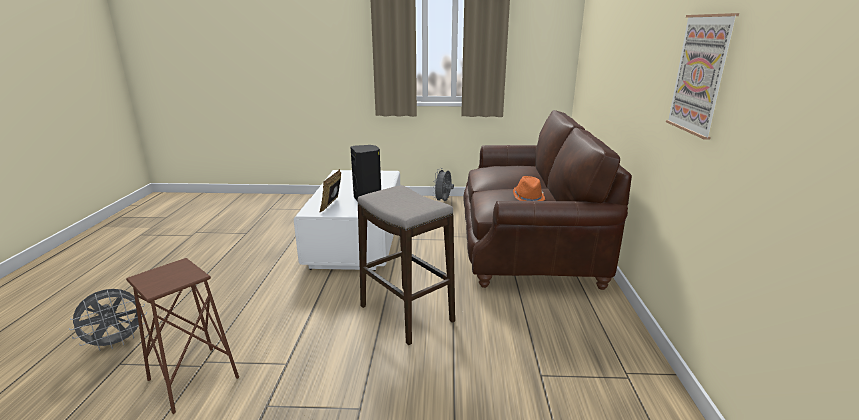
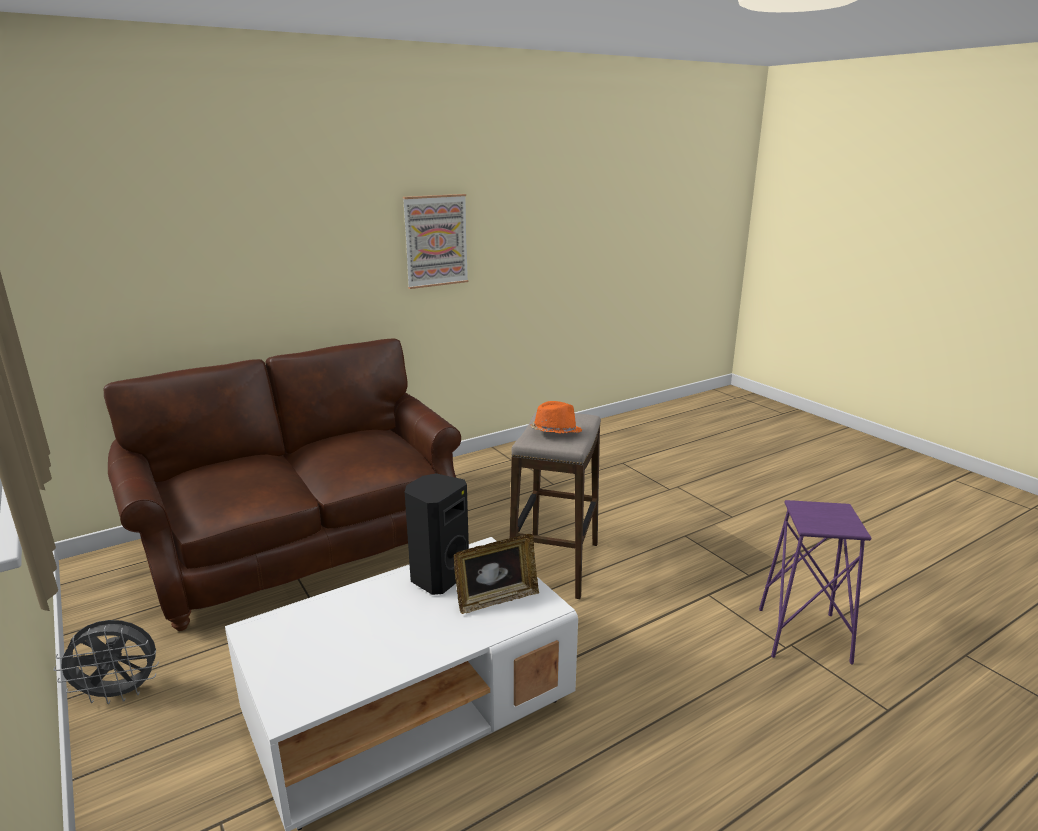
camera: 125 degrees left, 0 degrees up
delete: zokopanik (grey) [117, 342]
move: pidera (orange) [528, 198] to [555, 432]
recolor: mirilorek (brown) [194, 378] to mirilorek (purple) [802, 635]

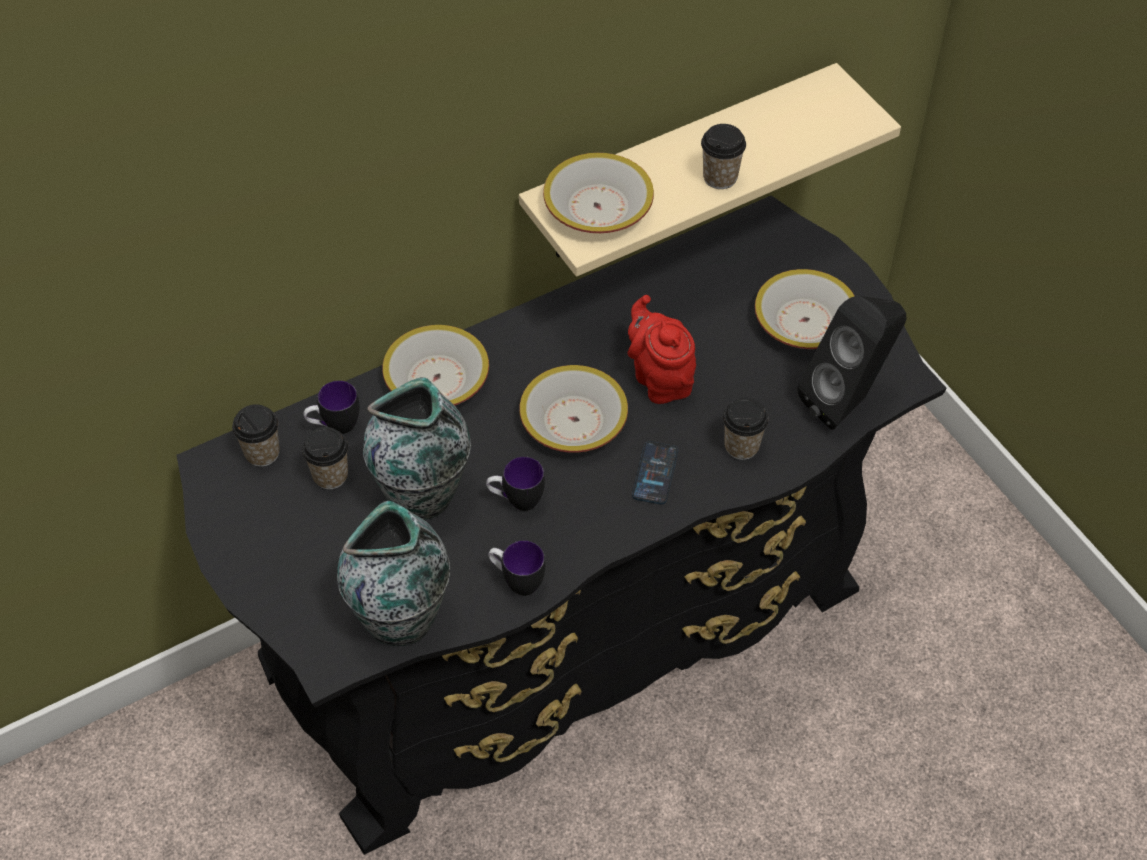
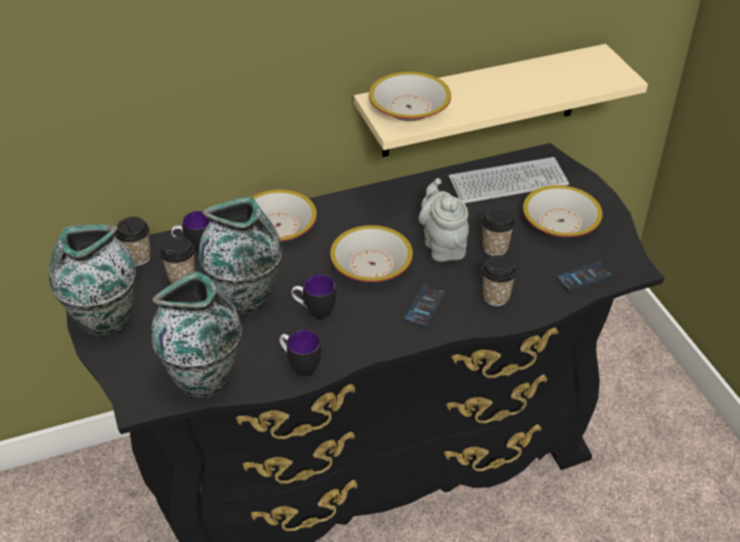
camera: 10 degrees right, 10 degrees down
insert: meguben [104, 320]; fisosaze [508, 182]
move: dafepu [720, 177] to [495, 248]
replace: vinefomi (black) [847, 401] to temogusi [584, 277]
recolor: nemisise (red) [660, 378] to nemisise (grey) [443, 245]

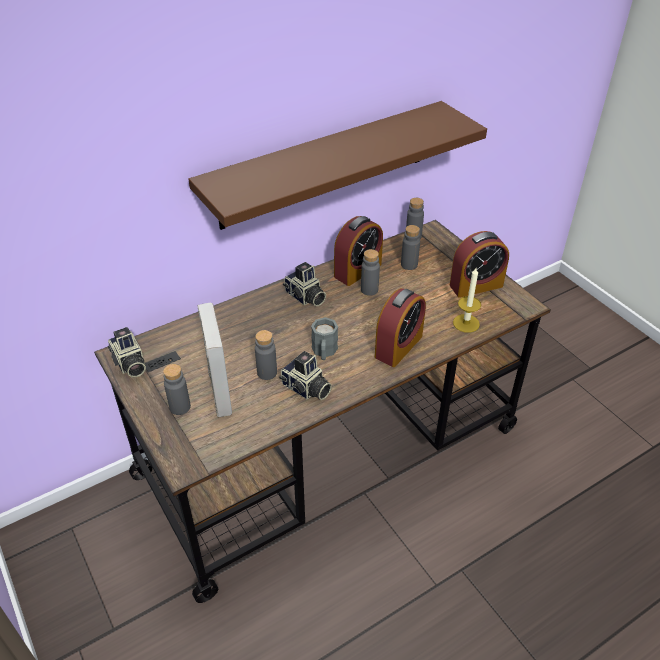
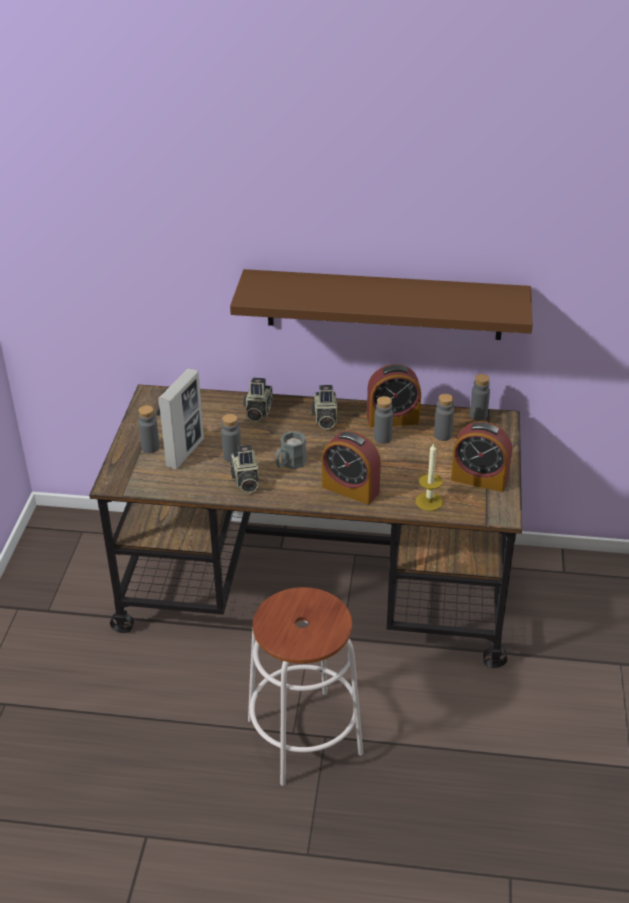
camera: 40 degrees right, 5 degrees down
insert: mirilorek (white) [304, 736]
move: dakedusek [129, 364] to [257, 411]
rotate: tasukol [398, 346] = [350, 489] 45 degrees clockwise

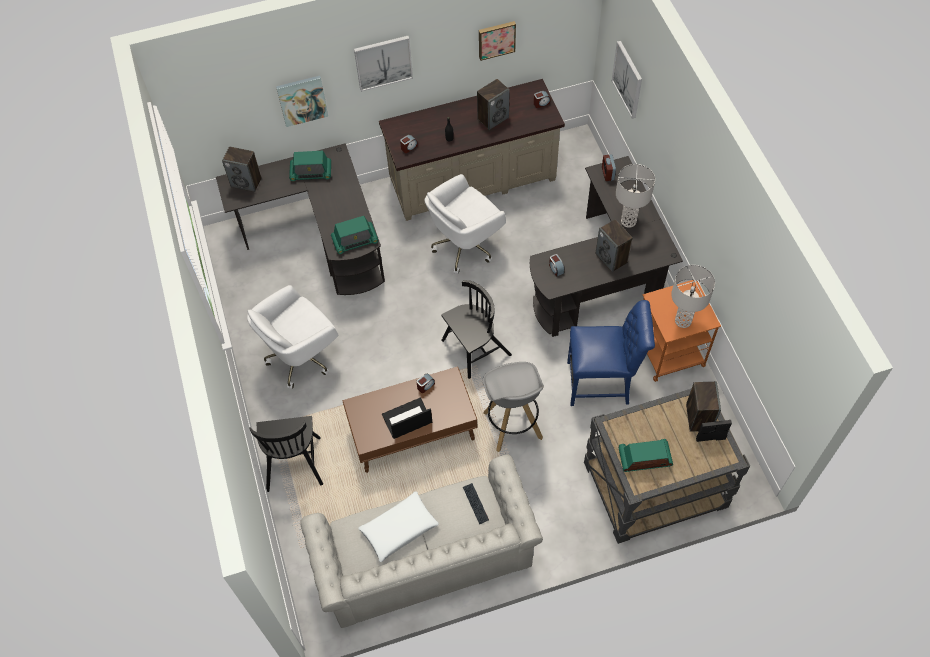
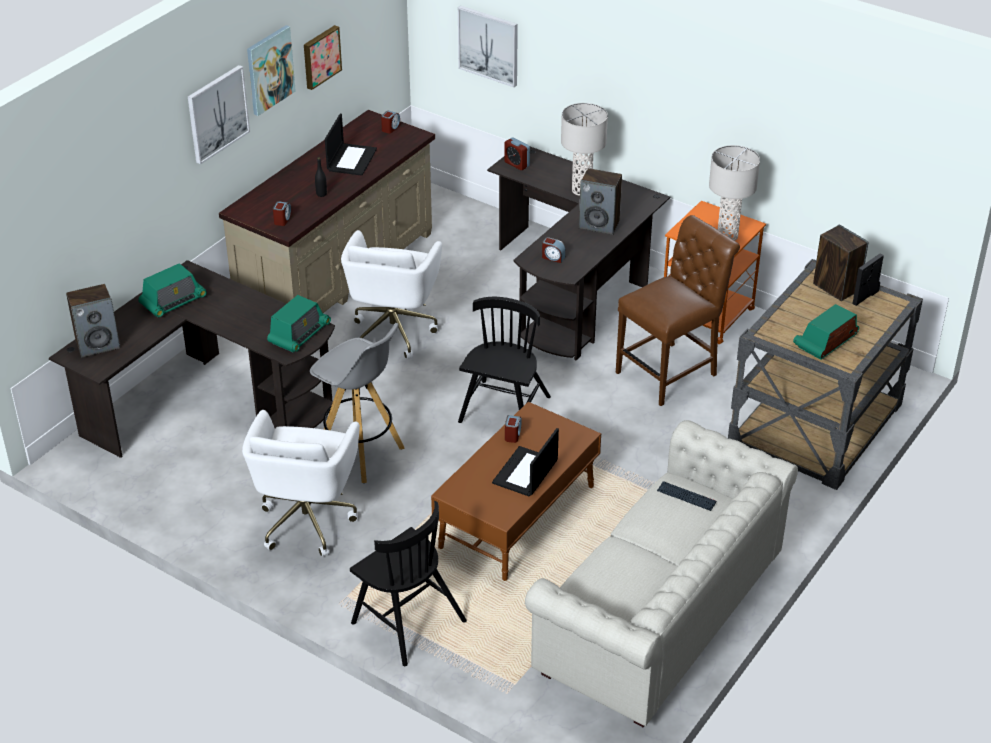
camera: 40 degrees left, 20 degrees down
delete: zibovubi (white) [399, 529]
move: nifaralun [302, 100] to [269, 69]; mirilorek (grey) [512, 426] to [361, 454]
replace: vinefomi [493, 118] to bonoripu [351, 159]
recolor: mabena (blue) [602, 383] to mabena (brown) [671, 372]

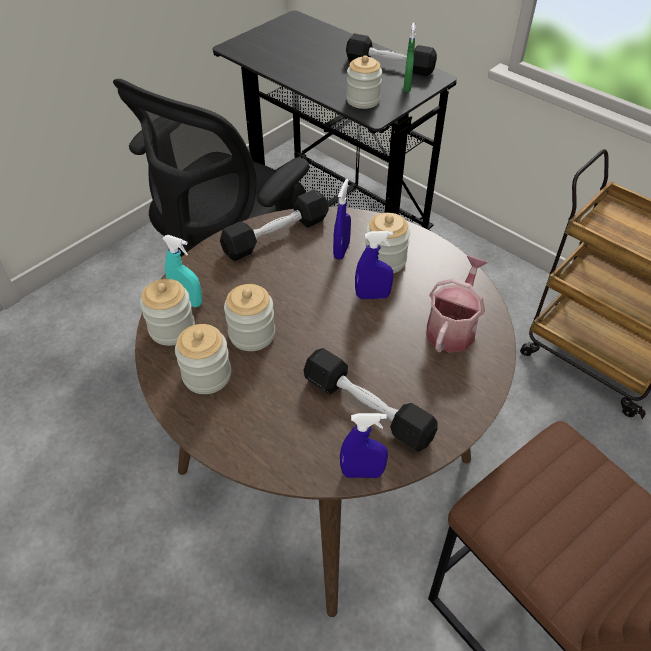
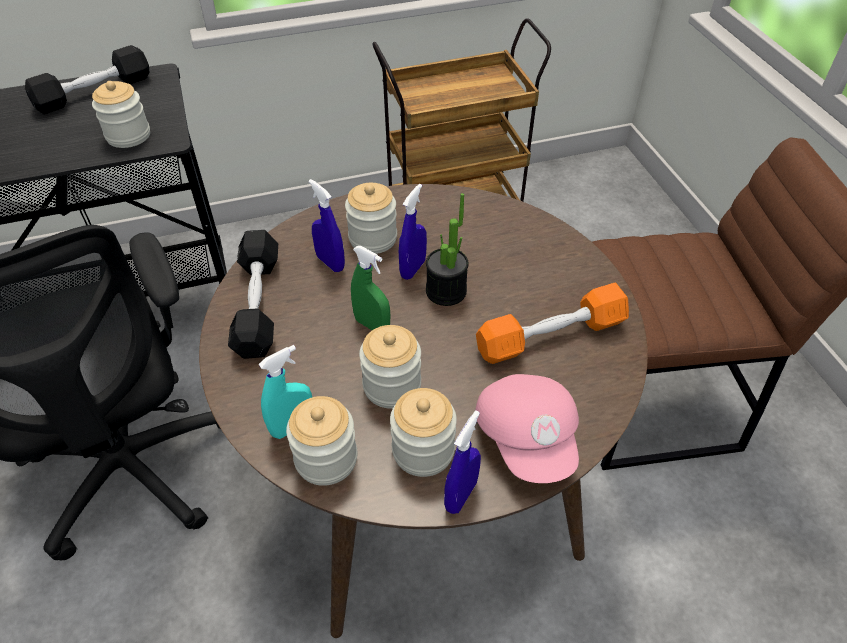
camera: 60 degrees left, 0 degrees up
delete: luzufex [453, 327]
insert: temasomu [446, 291]; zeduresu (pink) [528, 437]
move: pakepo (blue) [362, 473] to [461, 495]; pakepo (green) [407, 87] to [372, 325]
recolor: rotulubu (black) [367, 409] to rotulubu (orange) [551, 336]

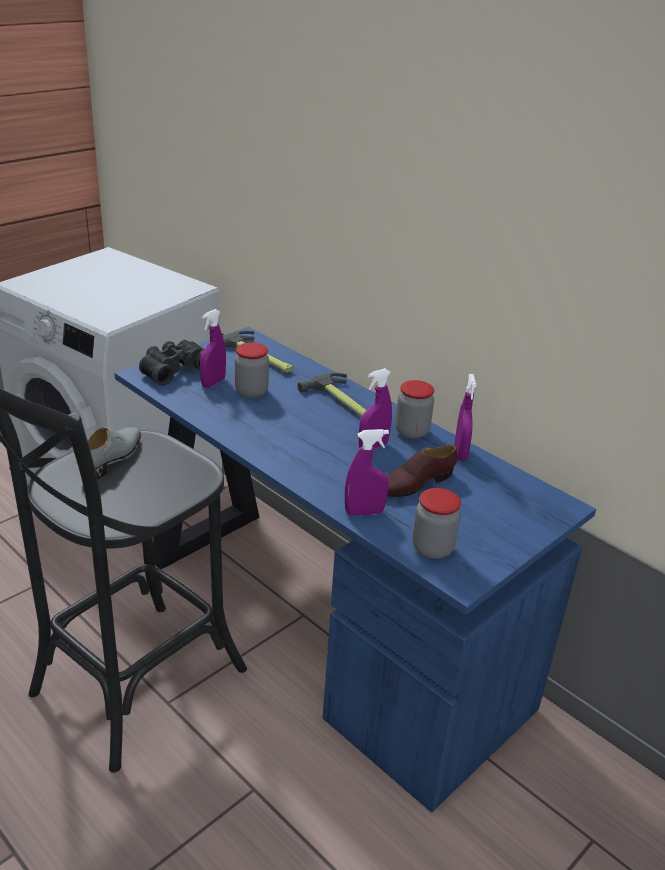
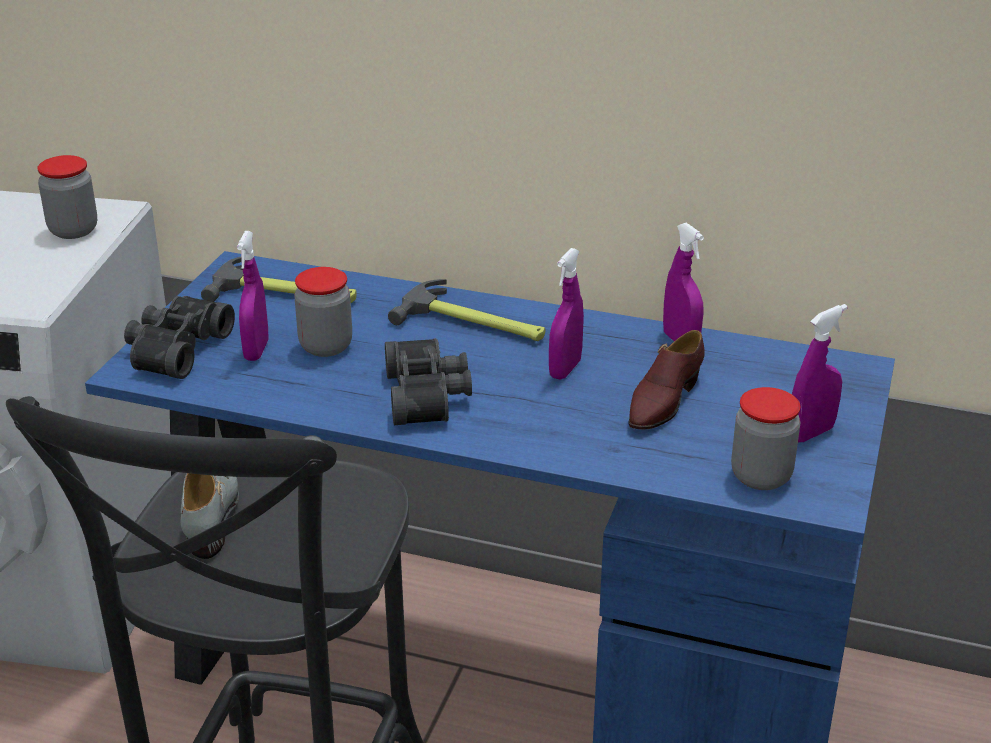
camera: 25 degrees left, 0 degrees up
insert: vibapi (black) [429, 395]
move: pakepo (purple) [364, 512] to [810, 433]; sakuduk [412, 432] to [73, 230]

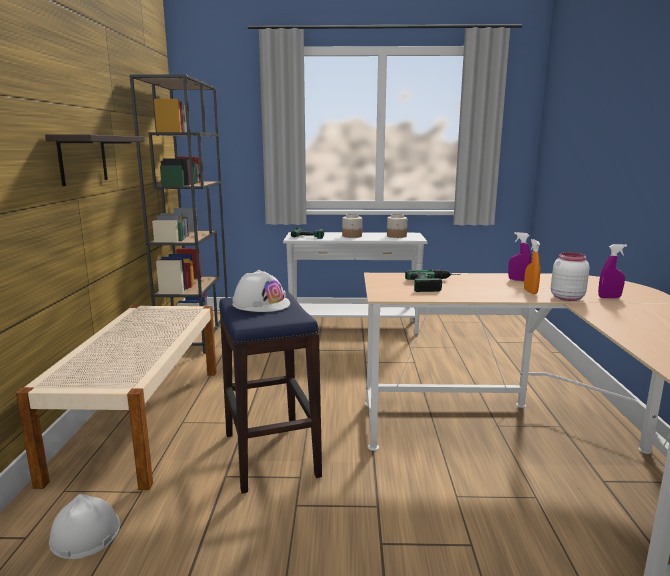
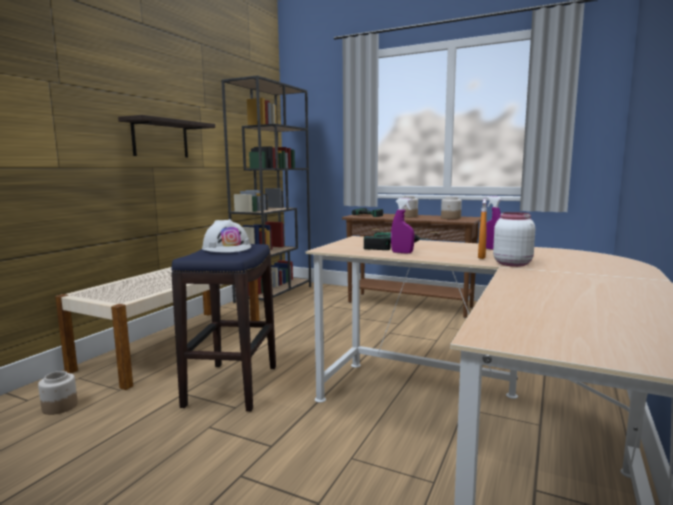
camera: 25 degrees right, 5 degrees down
move: pakepo (purple) [609, 297] to [402, 252]
replace: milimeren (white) [85, 533] to sakuduk [59, 407]
recolor: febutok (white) [354, 327] to febutok (brown) [410, 305]

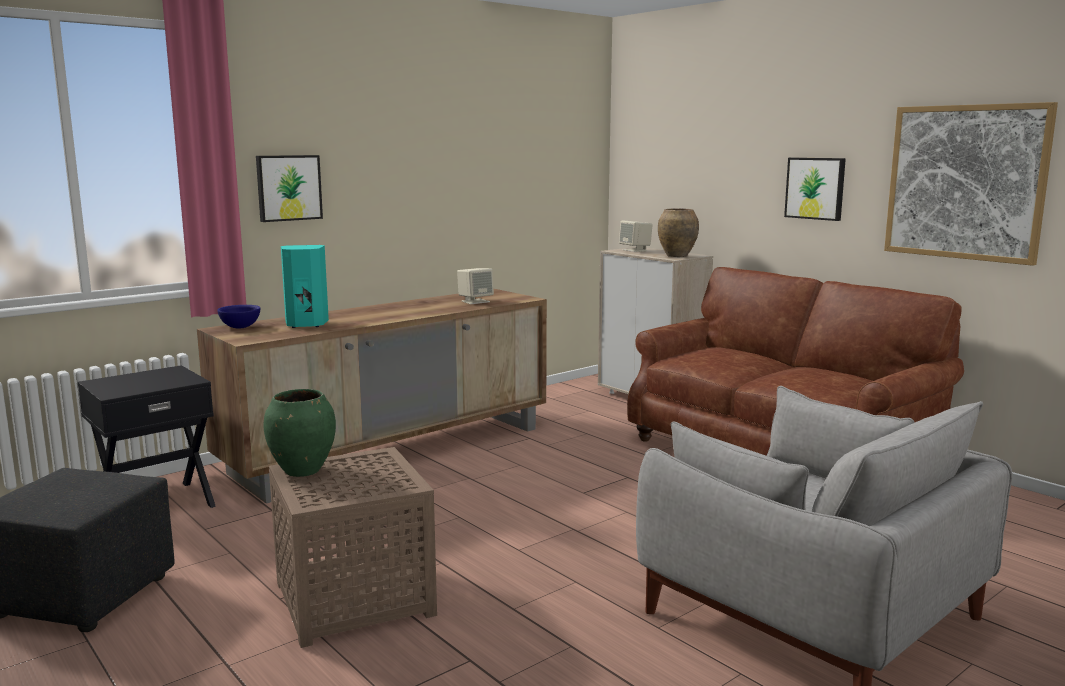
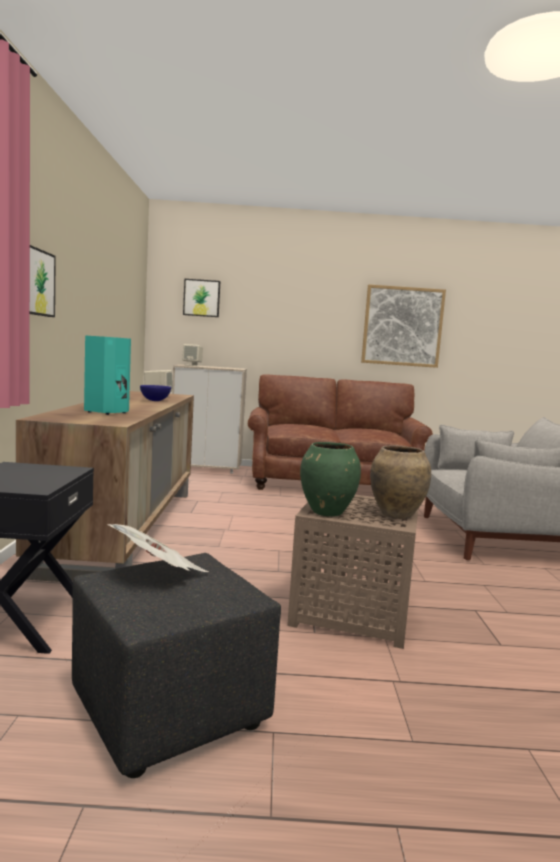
camera: 50 degrees left, 5 degrees down
insert: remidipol [158, 573]
move: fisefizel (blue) [240, 327] to [155, 401]; meguben (brown) [676, 256] to [396, 515]; nifaralun [815, 188] to [201, 298]

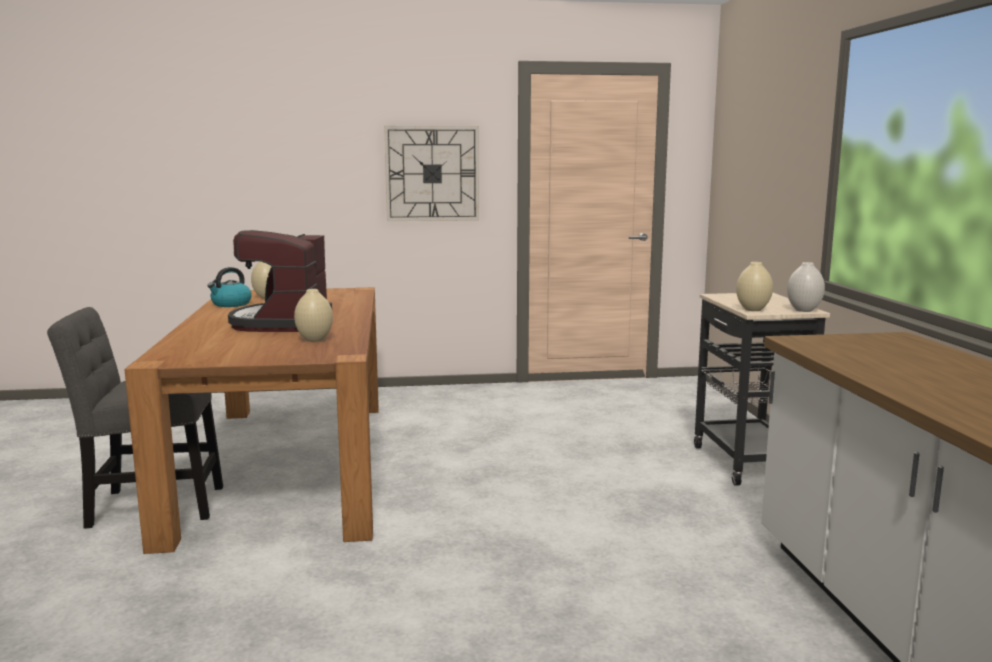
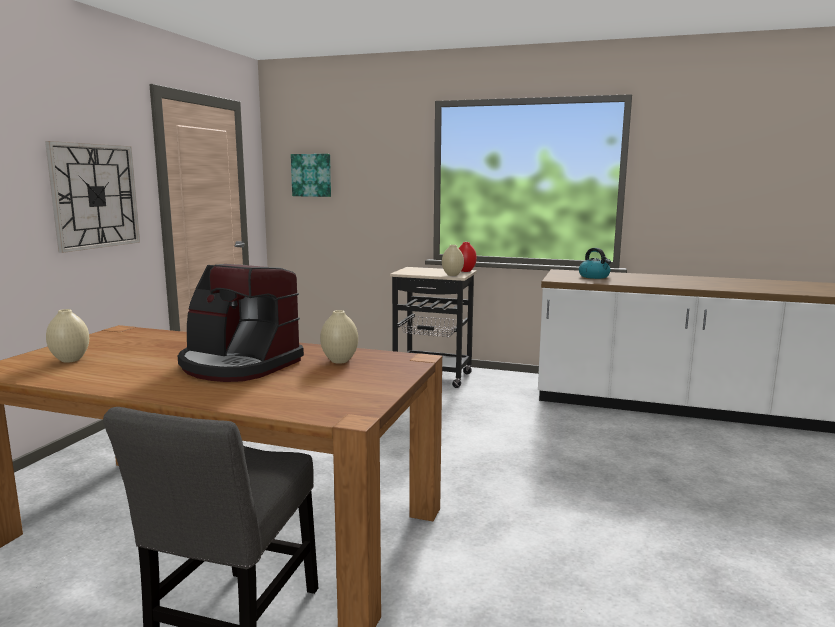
camera: 65 degrees left, 0 degrees up
insert: nifaralun [312, 175]
move: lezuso [231, 304] to [594, 276]
recolor: meguben (white) [803, 310] to meguben (red) [465, 271]

